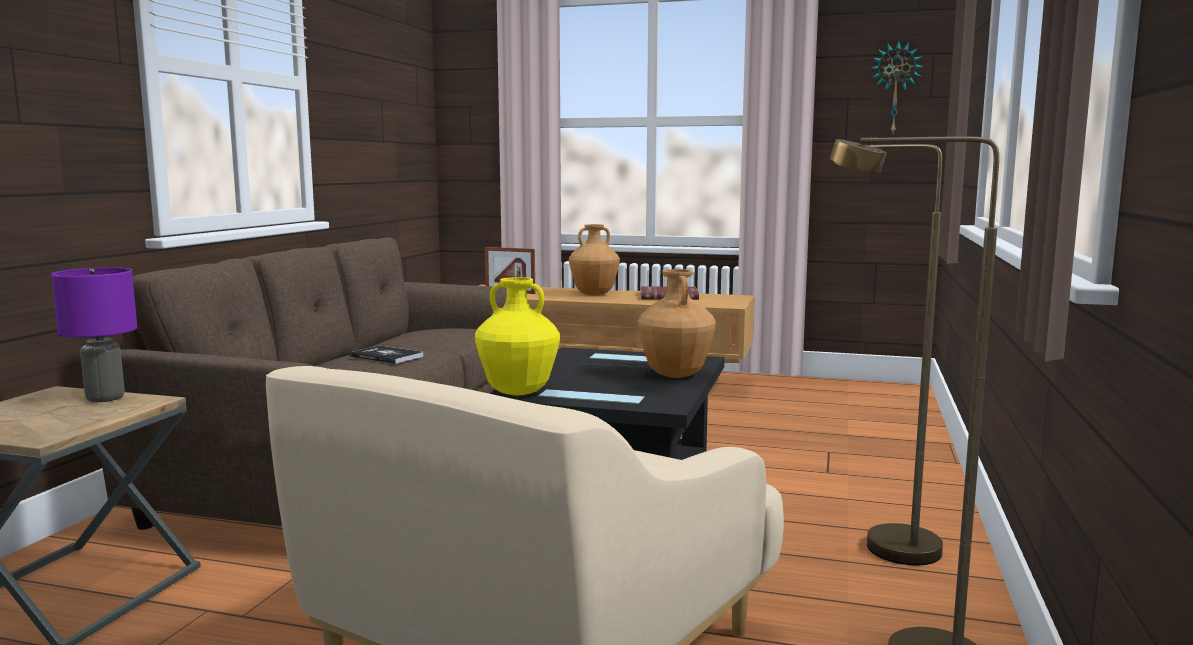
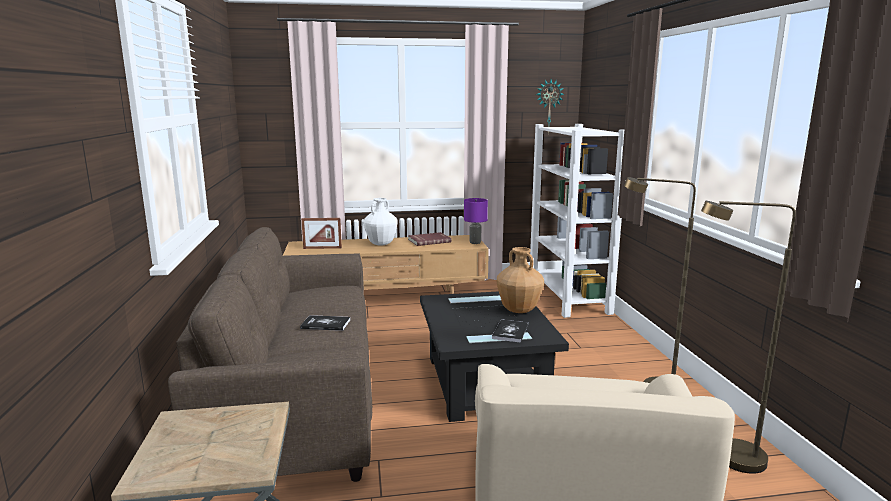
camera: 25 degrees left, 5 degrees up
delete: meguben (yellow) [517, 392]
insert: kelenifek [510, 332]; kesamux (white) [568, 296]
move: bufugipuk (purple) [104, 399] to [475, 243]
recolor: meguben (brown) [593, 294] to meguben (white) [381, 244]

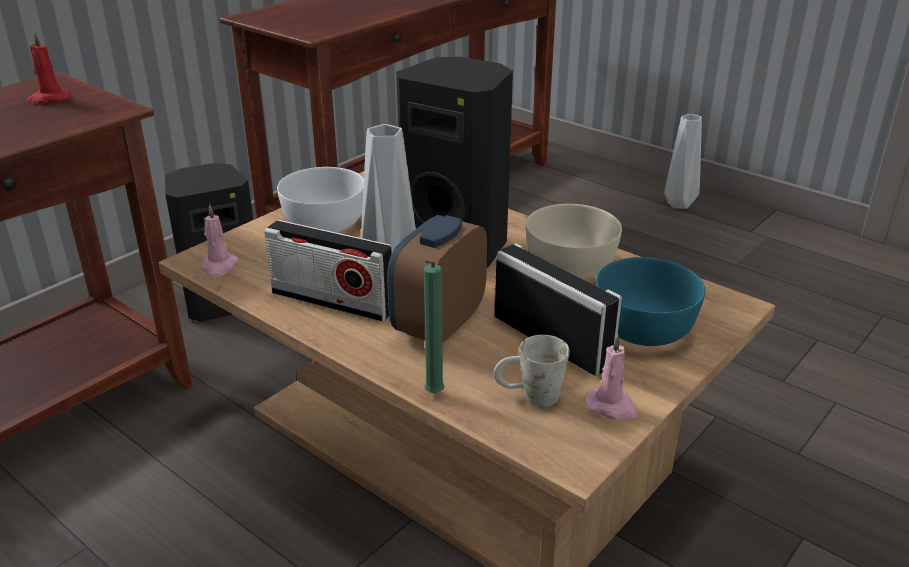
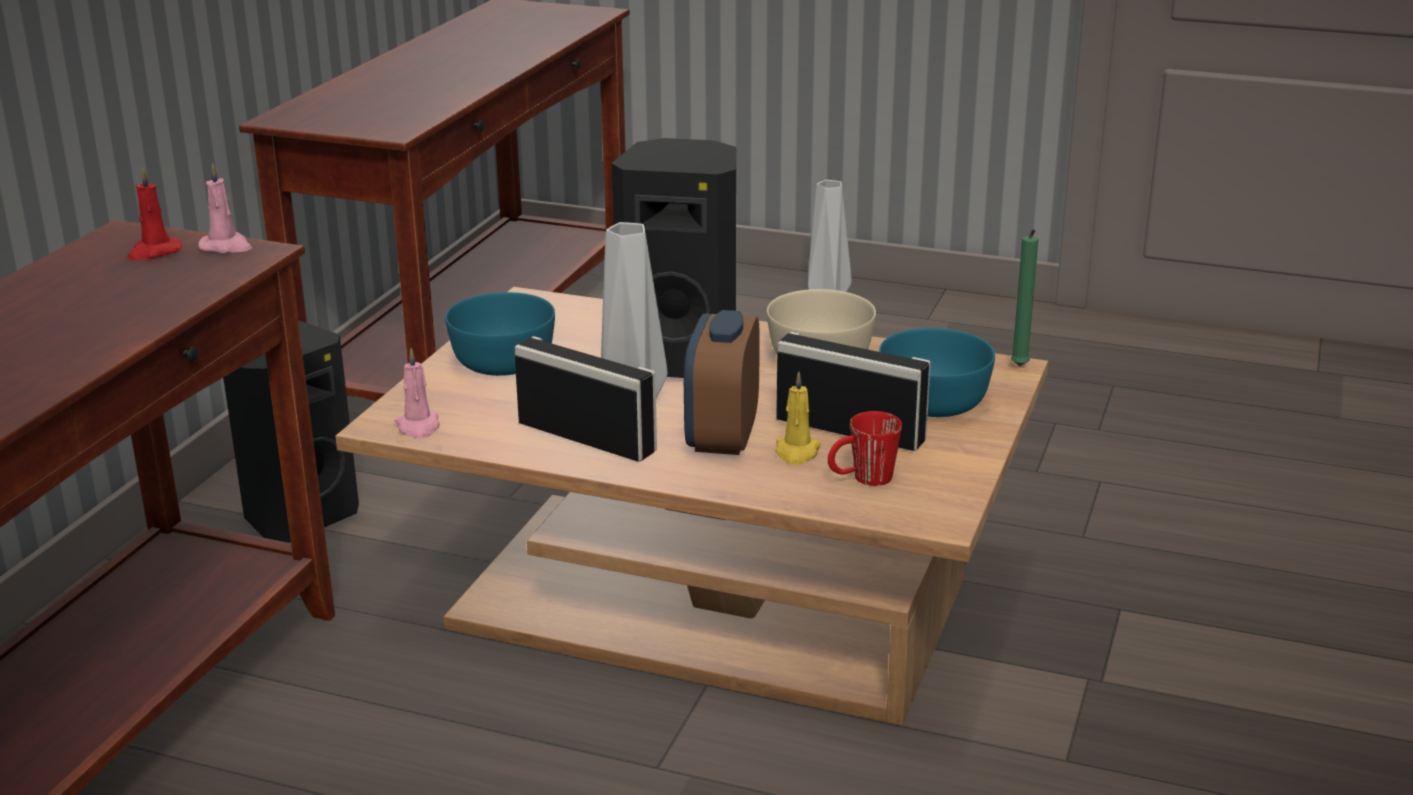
camera: 20 degrees left, 5 degrees down
insert: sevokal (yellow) [797, 452]
move: sevokal (green) [432, 395] to [1019, 367]; sevokal (pink) [611, 407] to [226, 247]
recolor: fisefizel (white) [325, 222] to fisefizel (turquoise) [503, 361]; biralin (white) [529, 396] to biralin (red) [862, 480]
rotate: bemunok [332, 301] = [586, 437] 150 degrees counterclockwise

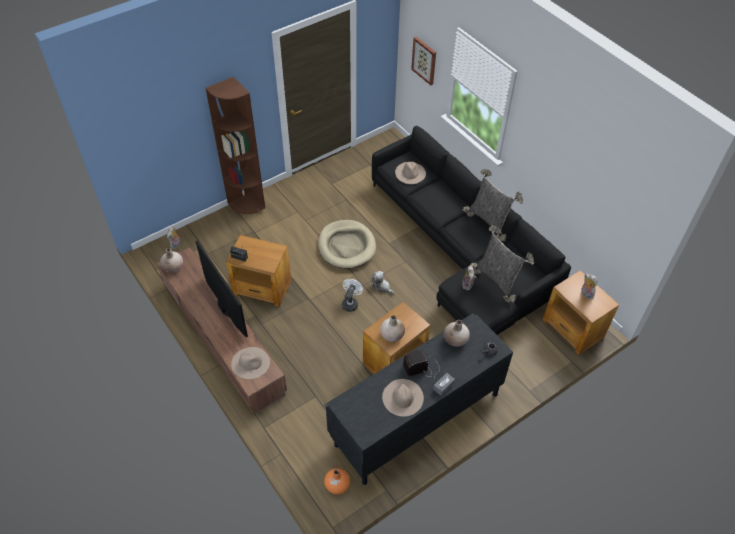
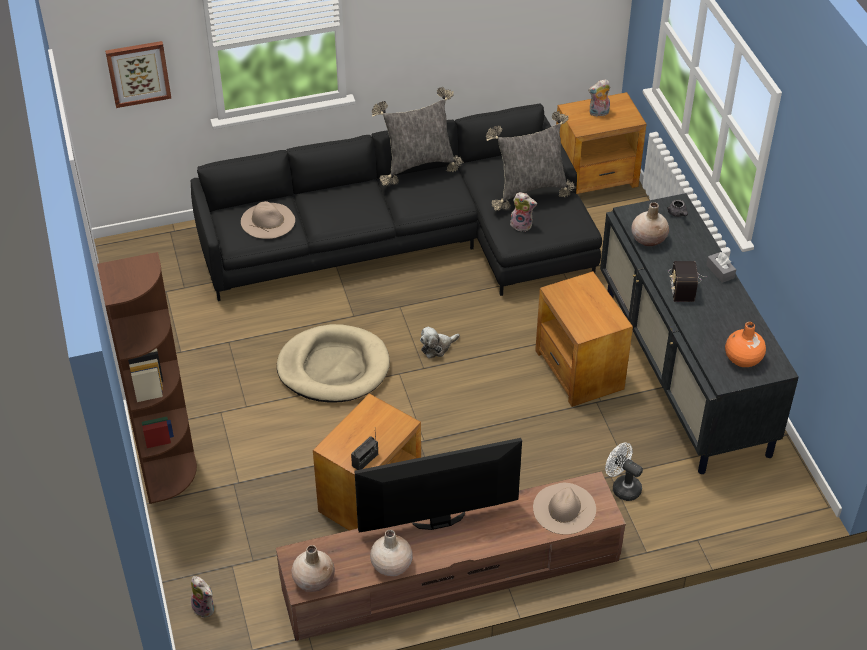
camera: 70 degrees left, 5 degrees down
delete: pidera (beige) [402, 397]
move: meguben (orange) [337, 485] to [743, 359]; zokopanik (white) [351, 303] to [622, 487]; meguben (beige) [392, 335] to [391, 564]

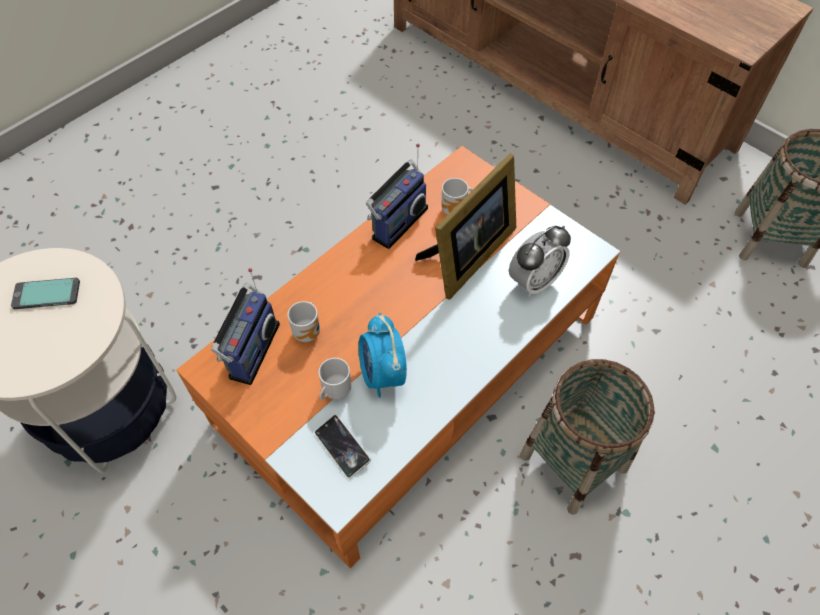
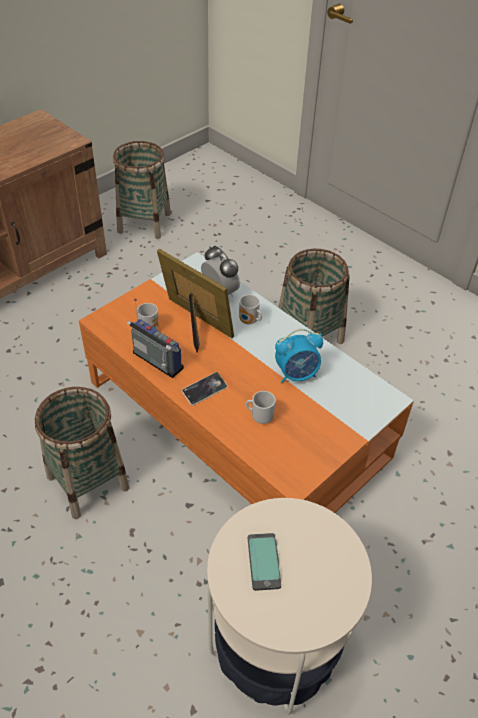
camera: 90 degrees left, 10 degrees down
delete: bemunok [250, 350]
insert: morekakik [87, 482]
move: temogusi [342, 447] to [204, 390]; biralin [334, 391] to [249, 322]

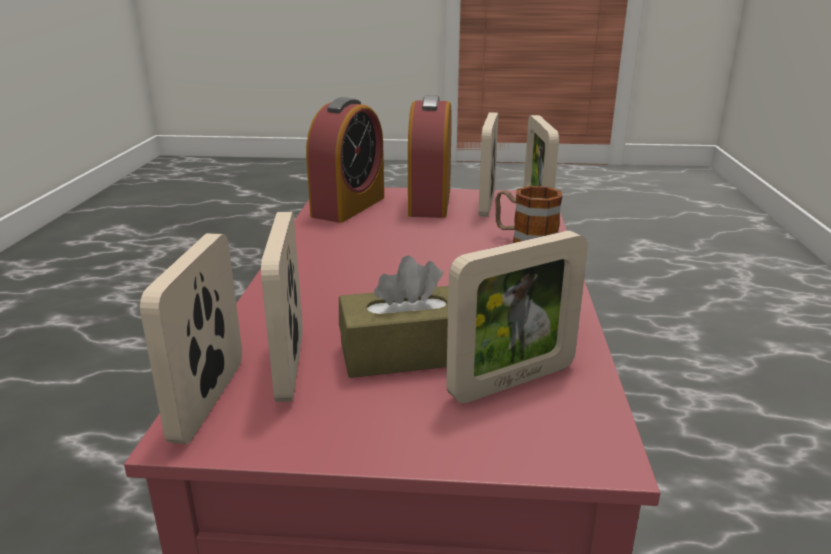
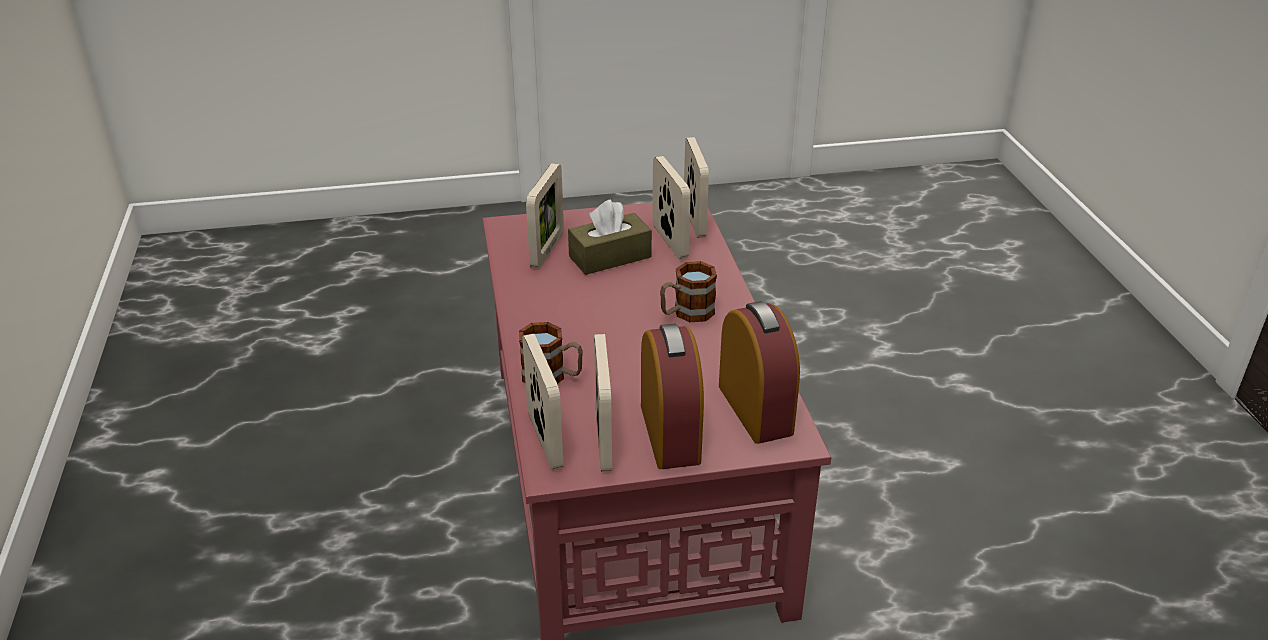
camera: 165 degrees right, 10 degrees up
insert: biralin [686, 313]
rotate: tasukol [348, 206] = [755, 409] 150 degrees clockwise; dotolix [512, 381] = [547, 250] 150 degrees clockwise

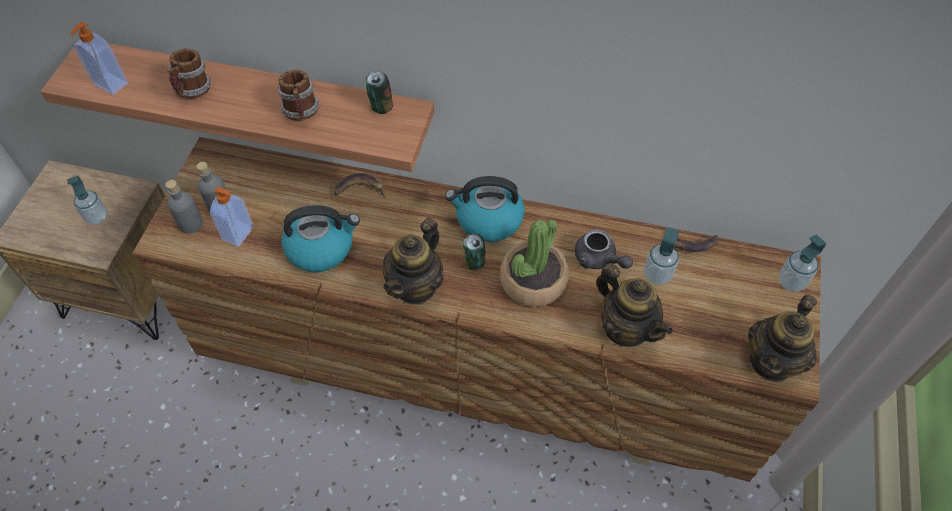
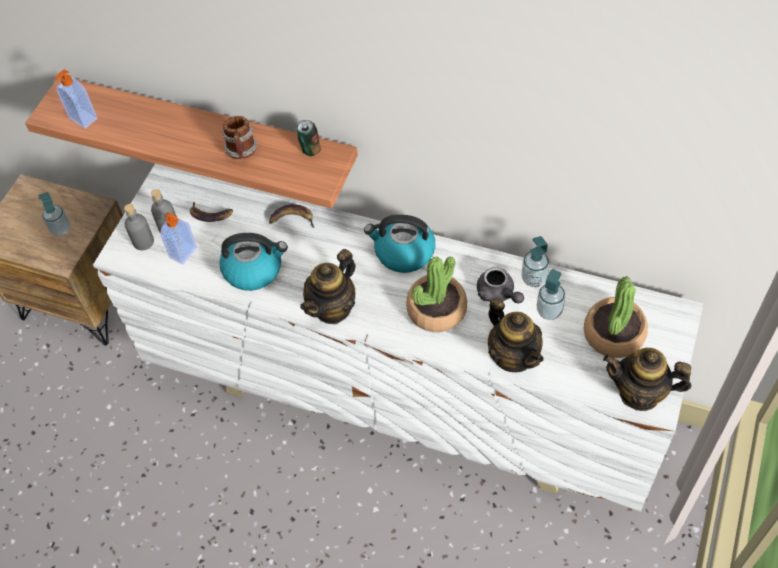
camera: 10 degrees right, 0 degrees up
delete: biralin [193, 91]; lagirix [474, 263]
insert: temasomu [613, 334]
move: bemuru [691, 242] to [210, 214]; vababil [791, 282] to [533, 279]
recolor: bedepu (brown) [478, 380] to bedepu (white) [402, 403]
rotate: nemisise [772, 361] = [640, 393] 60 degrees clockwise

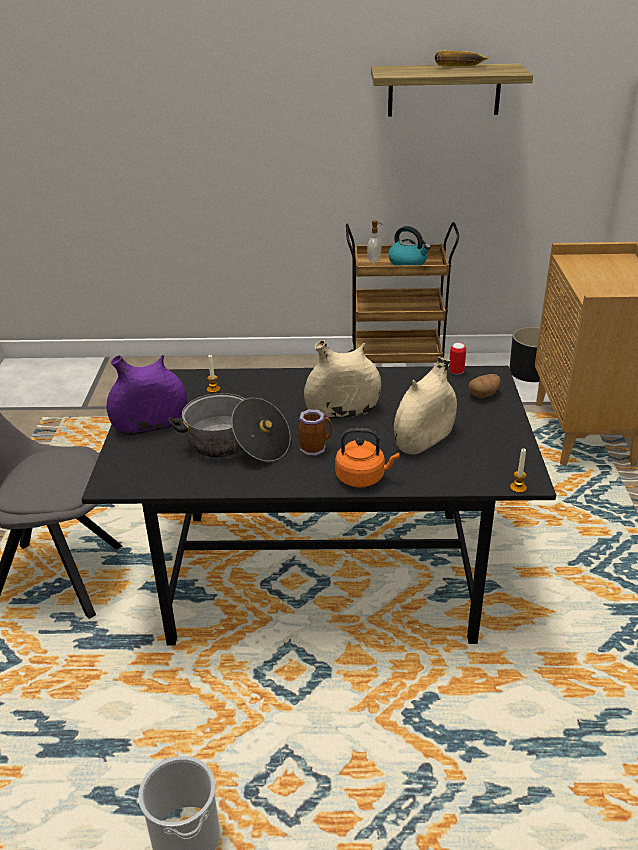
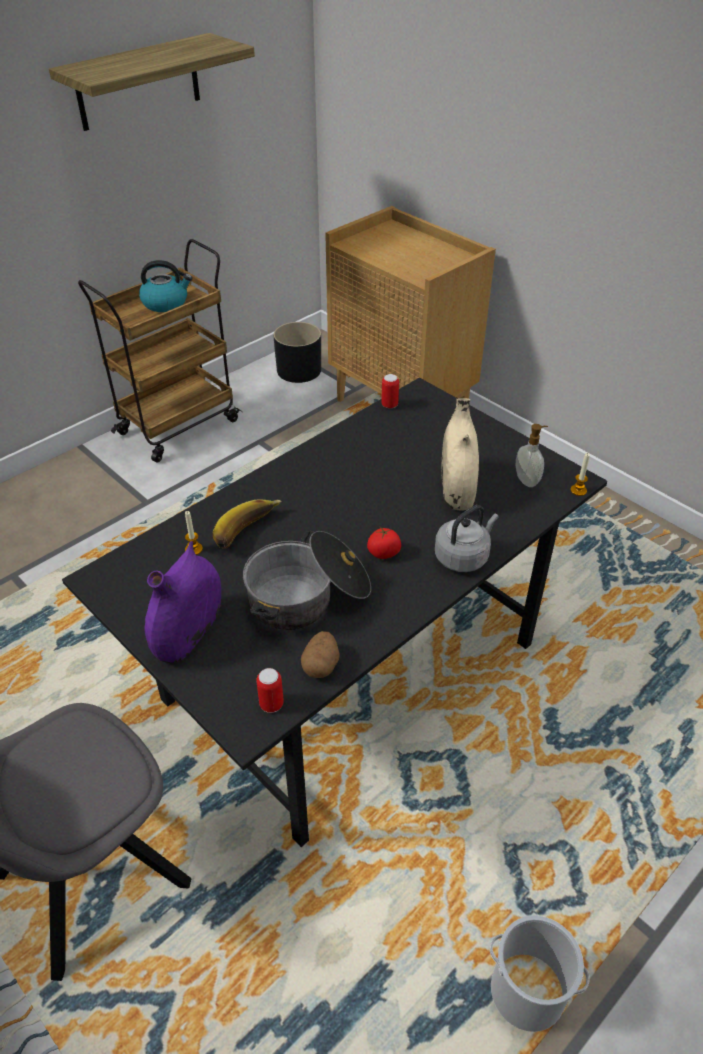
camera: 45 degrees left, 10 degrees up
delete: meguben (beige) [343, 411]
insert: lagirix [271, 704]
move: vababil [374, 260] to [527, 480]; bemuru [459, 68] to [249, 533]; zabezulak [484, 395] to [321, 665]
replace: biralin [315, 448] to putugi [384, 553]
recolor: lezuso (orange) [363, 478] to lezuso (grey) [463, 556]

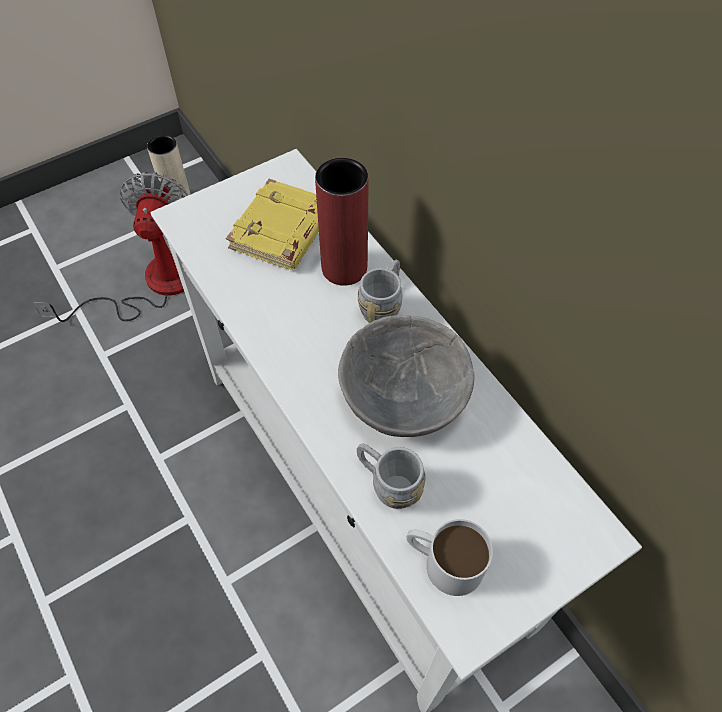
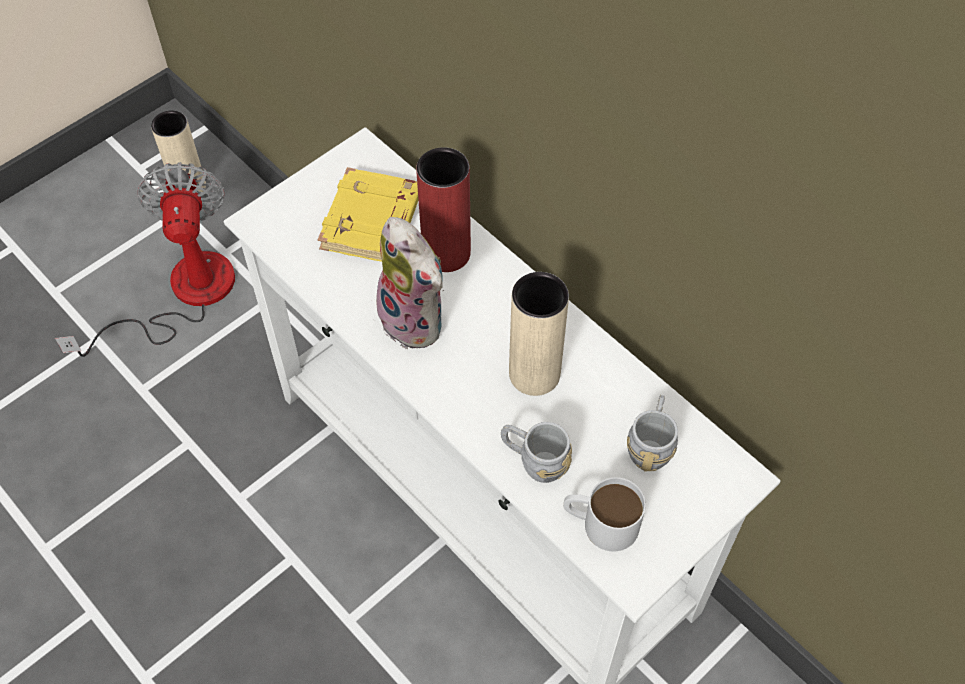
camera: 10 degrees left, 0 degrees up
insert: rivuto [416, 320]
move: biralin (grey) [383, 305] to [651, 444]
replace: fisefizel (grey) [405, 395] to meguben (beige) [534, 374]

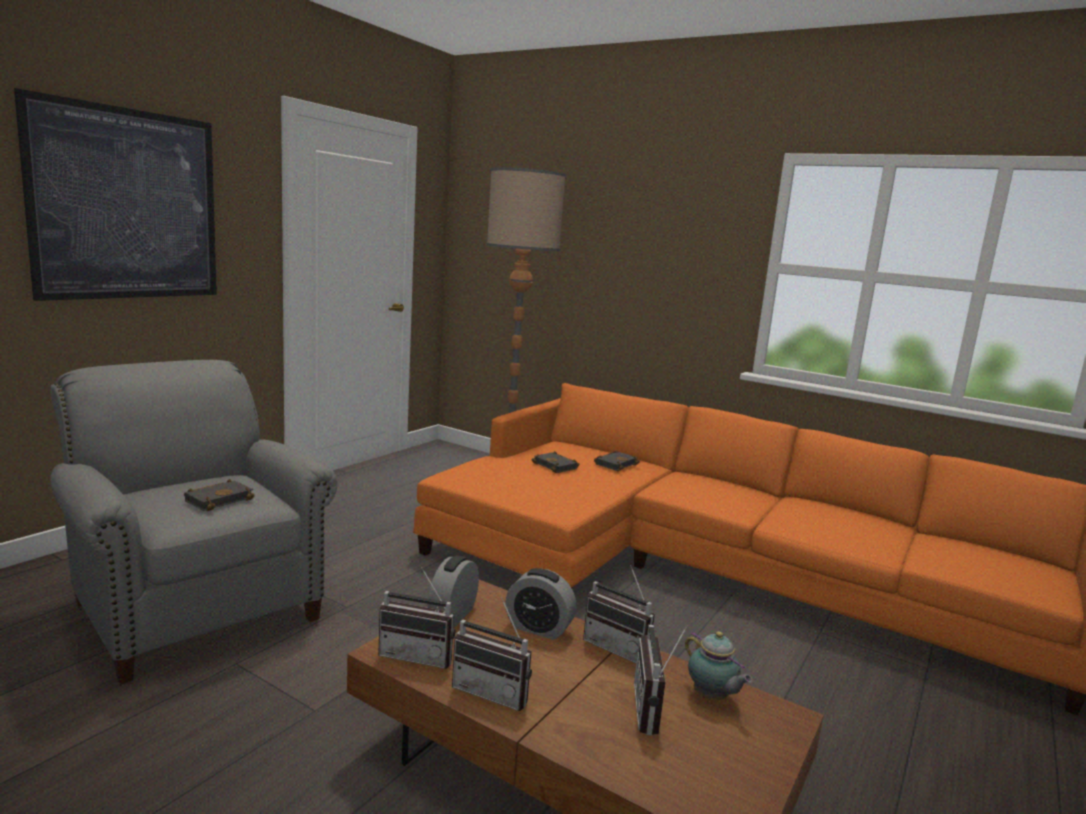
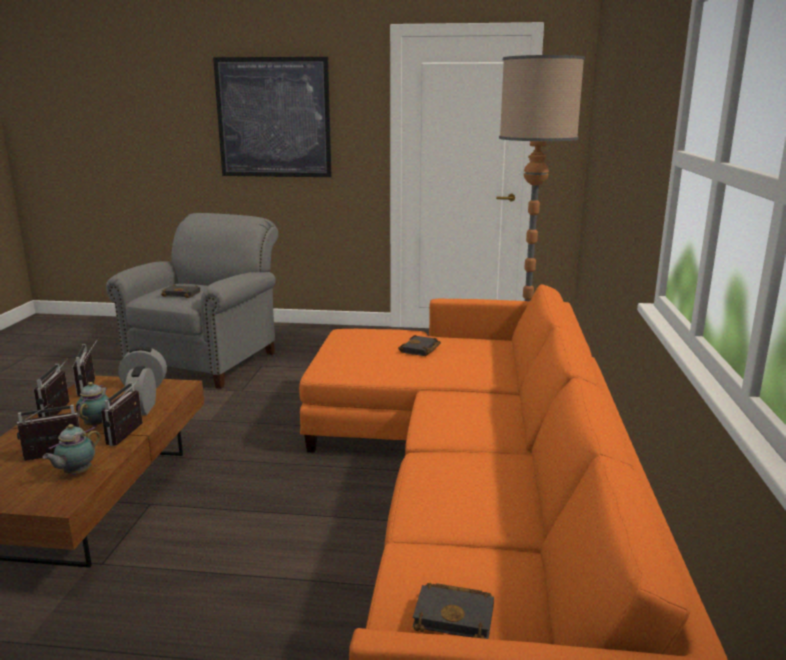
camera: 65 degrees right, 5 degrees up
insert: nemisise [97, 424]
move: kelenifek (black) [615, 464] to [456, 616]

